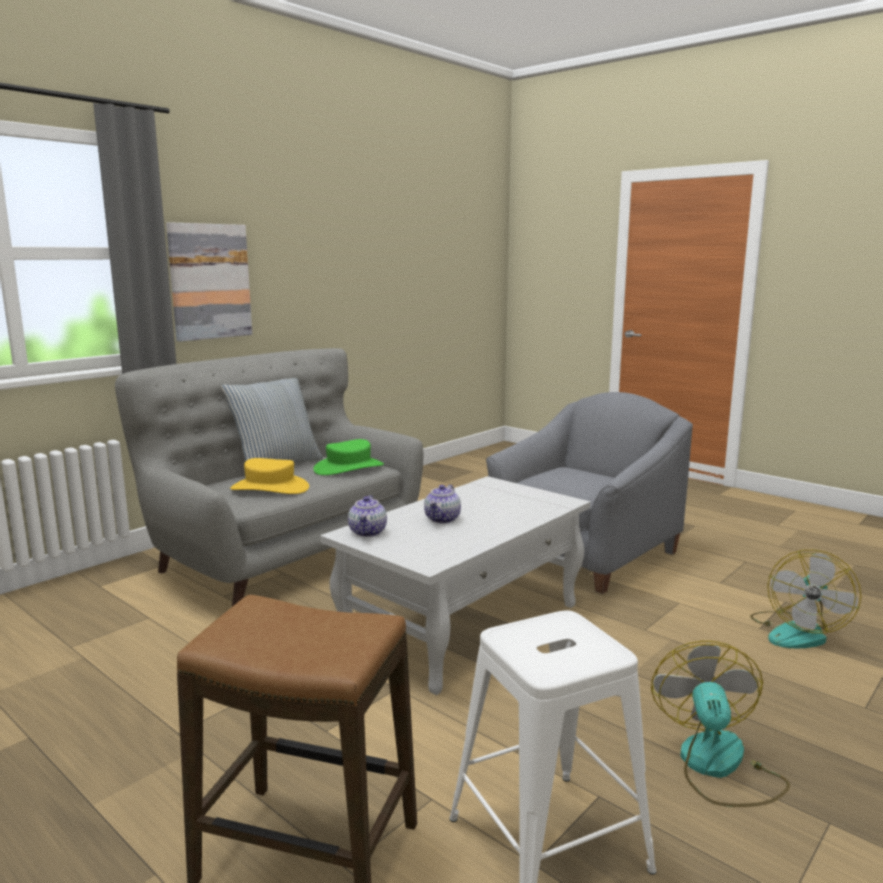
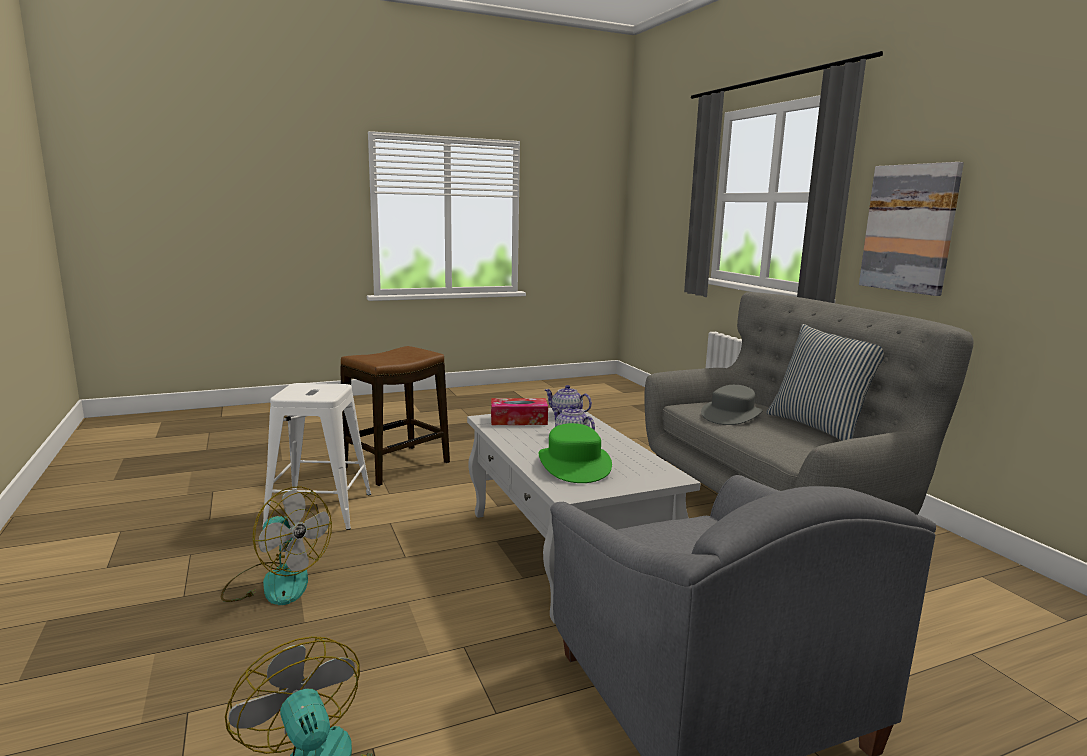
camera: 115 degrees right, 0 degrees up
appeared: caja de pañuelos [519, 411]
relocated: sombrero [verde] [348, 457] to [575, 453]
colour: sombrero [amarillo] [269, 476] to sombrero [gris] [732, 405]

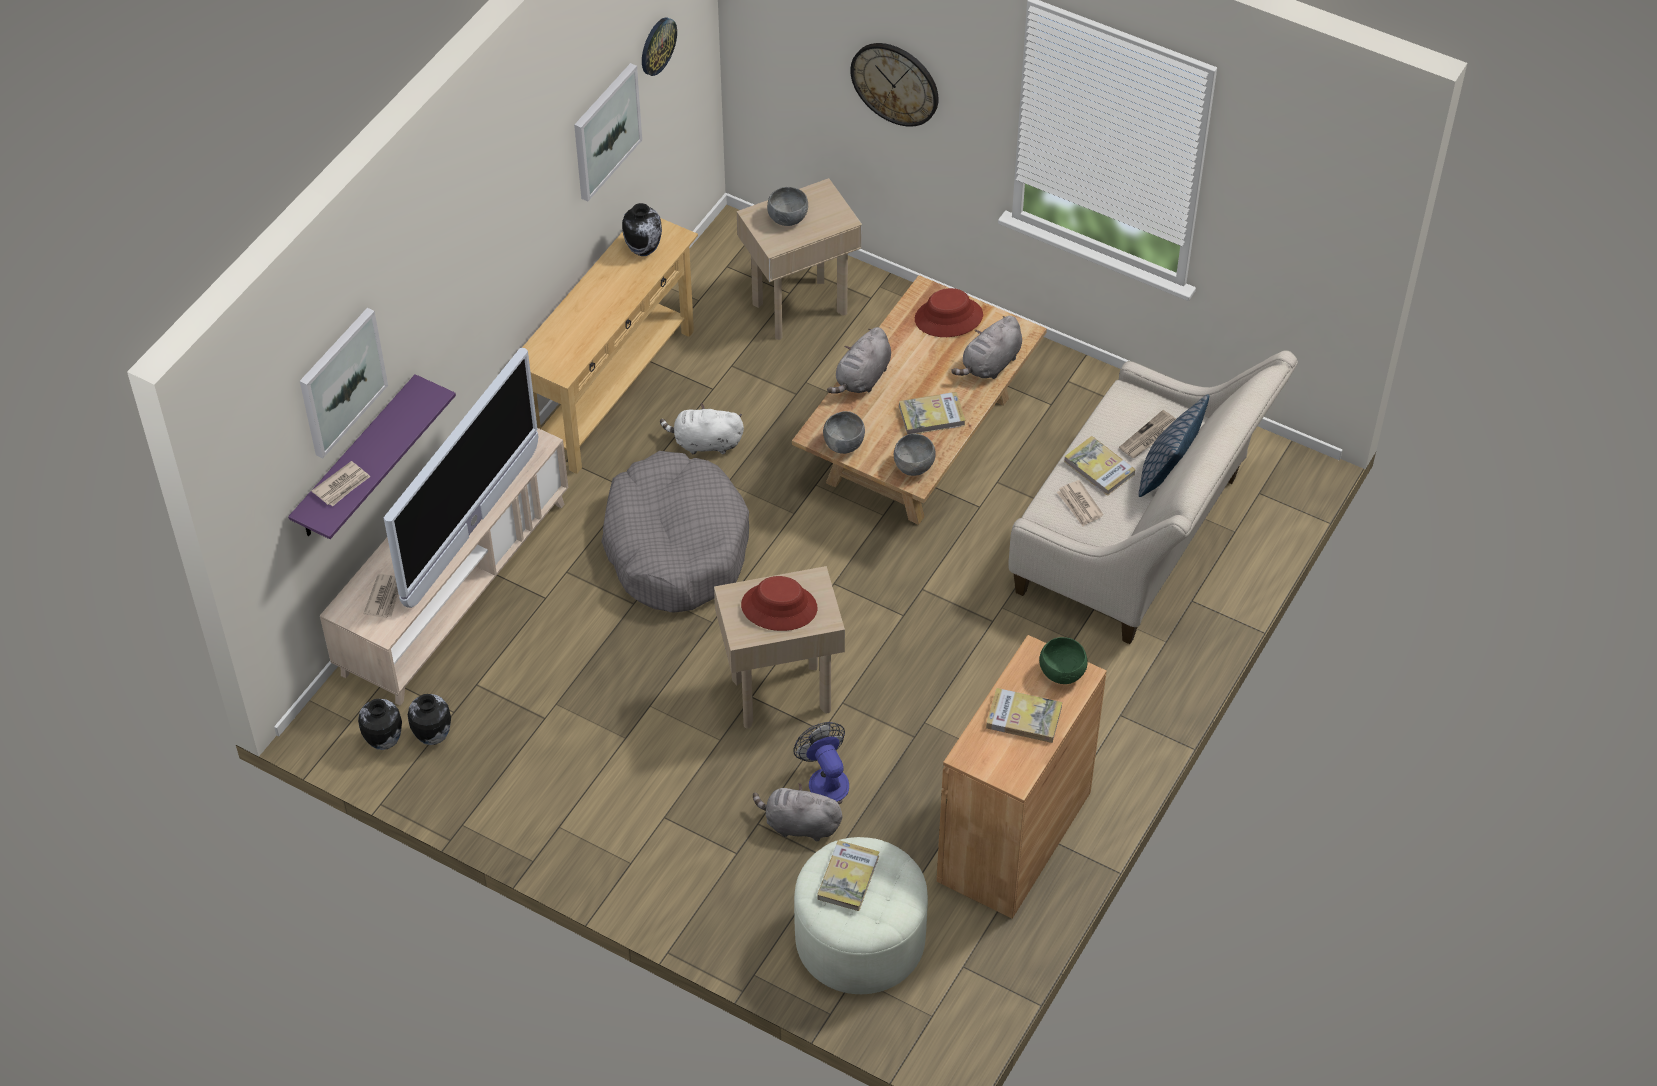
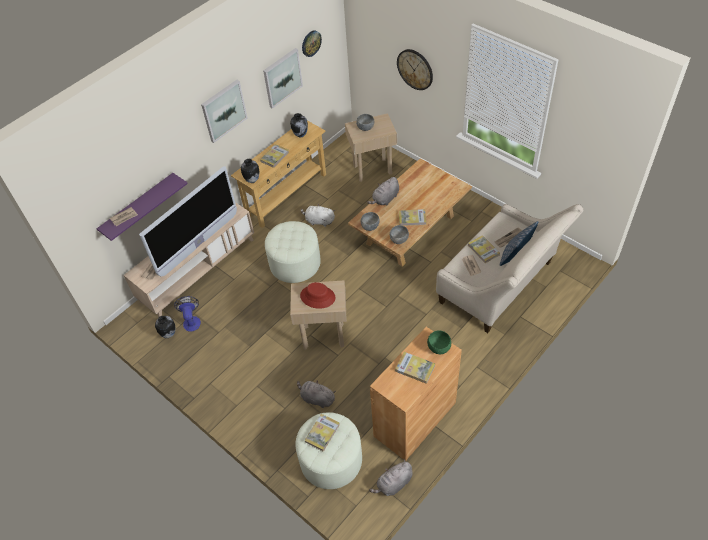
camera: 15 degrees right, 0 degrees up
missing: sombrero [rojo] [949, 312]
appeared: libro [274, 156]
relocated: cuadro [344, 383] to [224, 111]; florero [380, 724] to [250, 171]; ventilador [821, 762] to [187, 314]; peluche [gris] [986, 347] to [391, 477]
exchanged: cama para perro [gris] [675, 532] to puf [blanco] [293, 252]

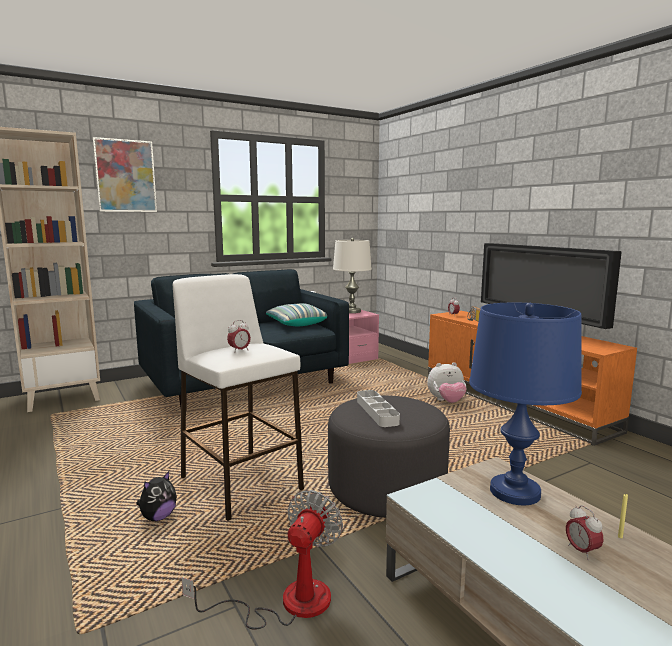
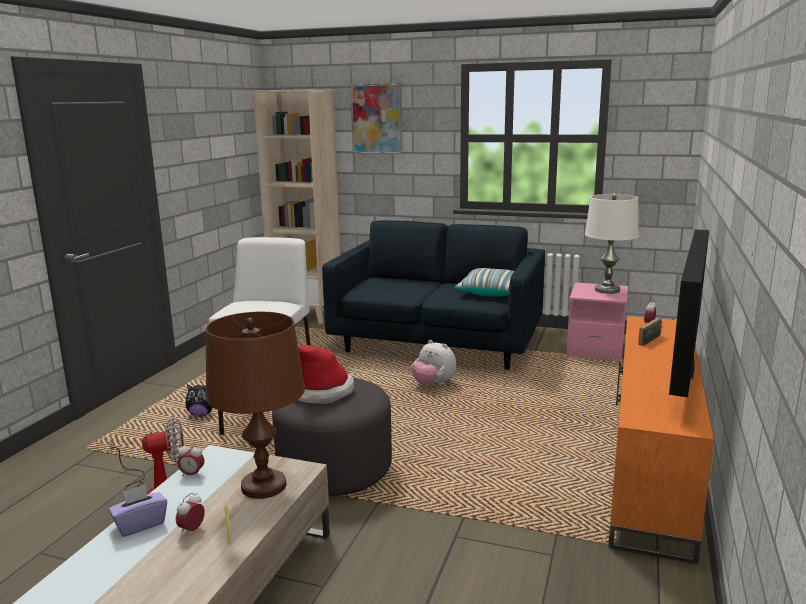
camera: 50 degrees right, 5 degrees up
appeared: caja de pañuelos [morado] [137, 510]
relocated: despertador [239, 336] to [191, 460]; peluche [447, 382] to [433, 362]
exchanged: bandeja [gris] [378, 408] to sombrero [326, 374]
colour: lámpara de mesa [azul] [525, 404] to lámpara de mesa [marrón] [255, 405]

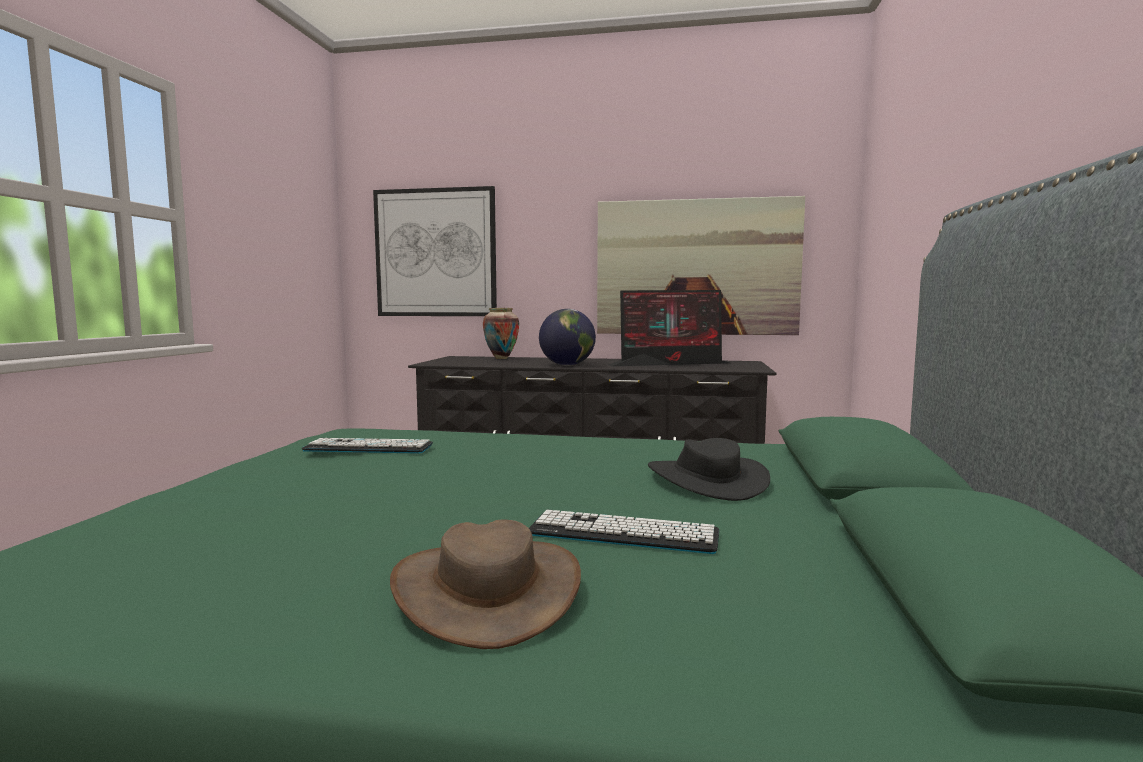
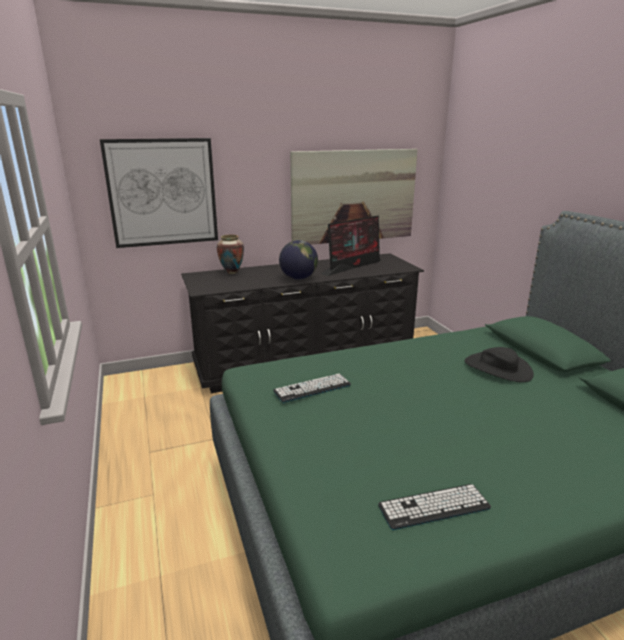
camera: 30 degrees left, 15 degrees up
missing: sombrero [marrón] [485, 584]
relocated: teclado [624, 531] to [434, 507]

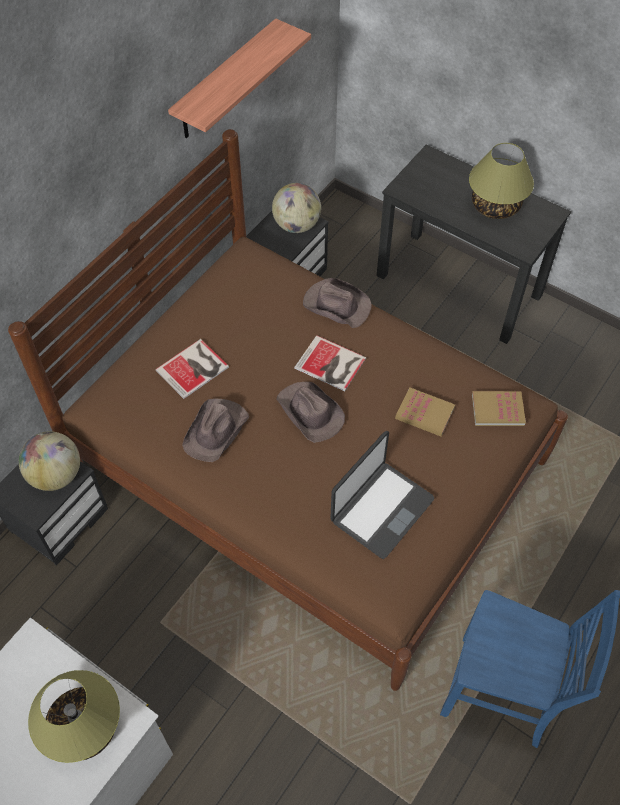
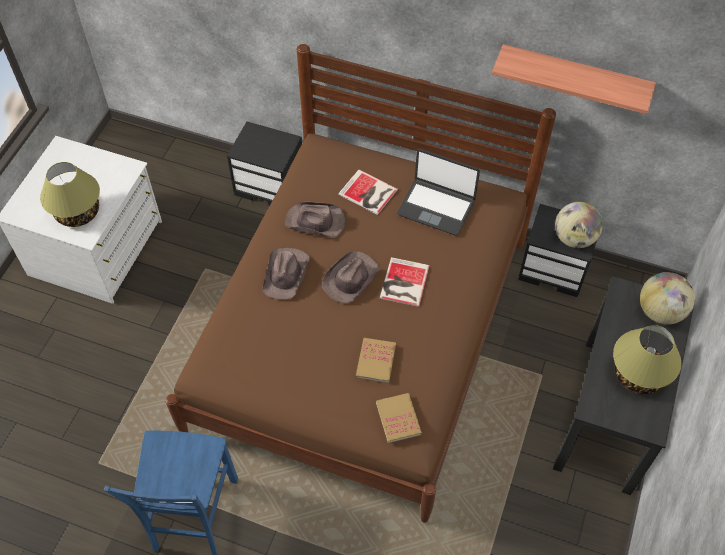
camera: 75 degrees right, 0 degrees up
relocated: globo terráqueo [49, 461] to [667, 298]; sombrero [marrón] [337, 303] to [286, 273]; portátil [382, 495] to [438, 192]

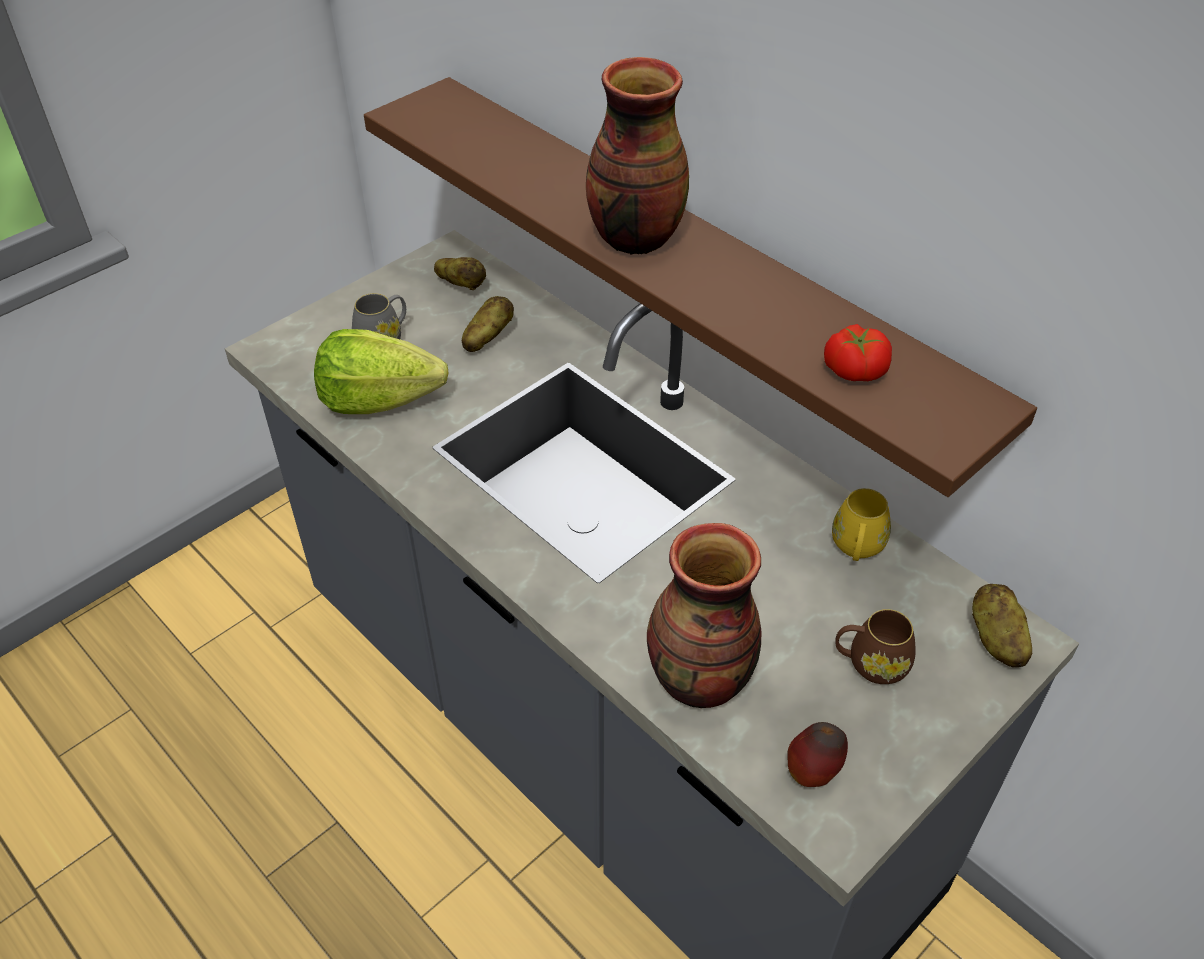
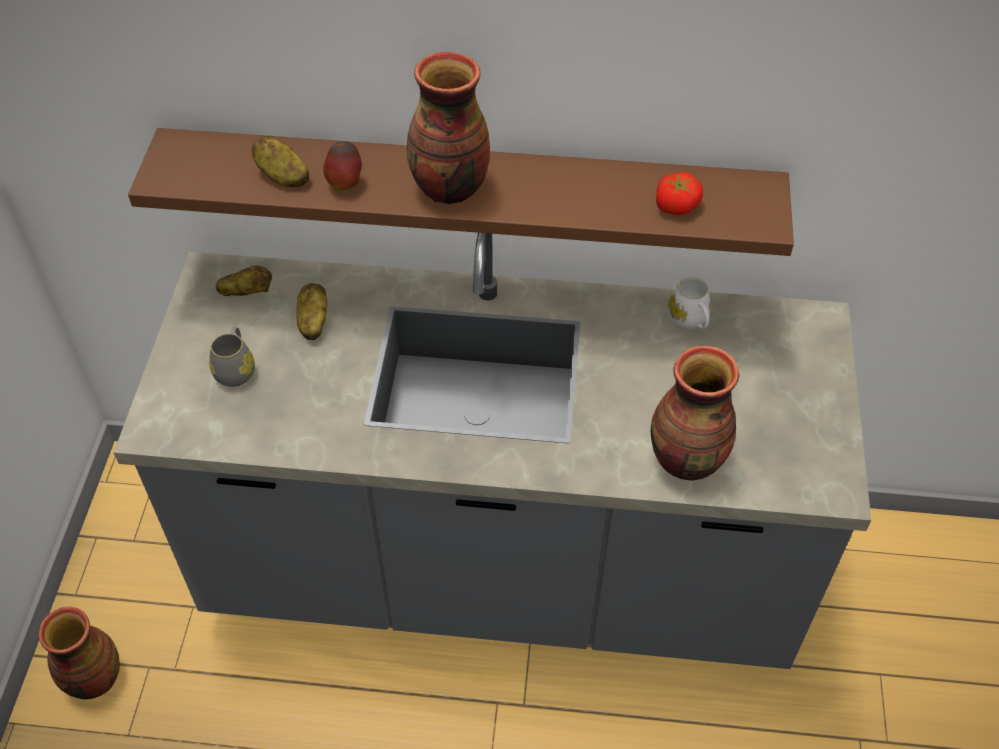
camera: 40 degrees left, 5 degrees up
missing: lechuga [381, 371]; taza grande [marrón] [875, 646]
appeared: florero [79, 653]
relocated: manzana [817, 754] to [342, 166]; patata [1002, 625] to [280, 161]
colour: taza grande [amarillo] [861, 524] to taza grande [blanco] [689, 303]

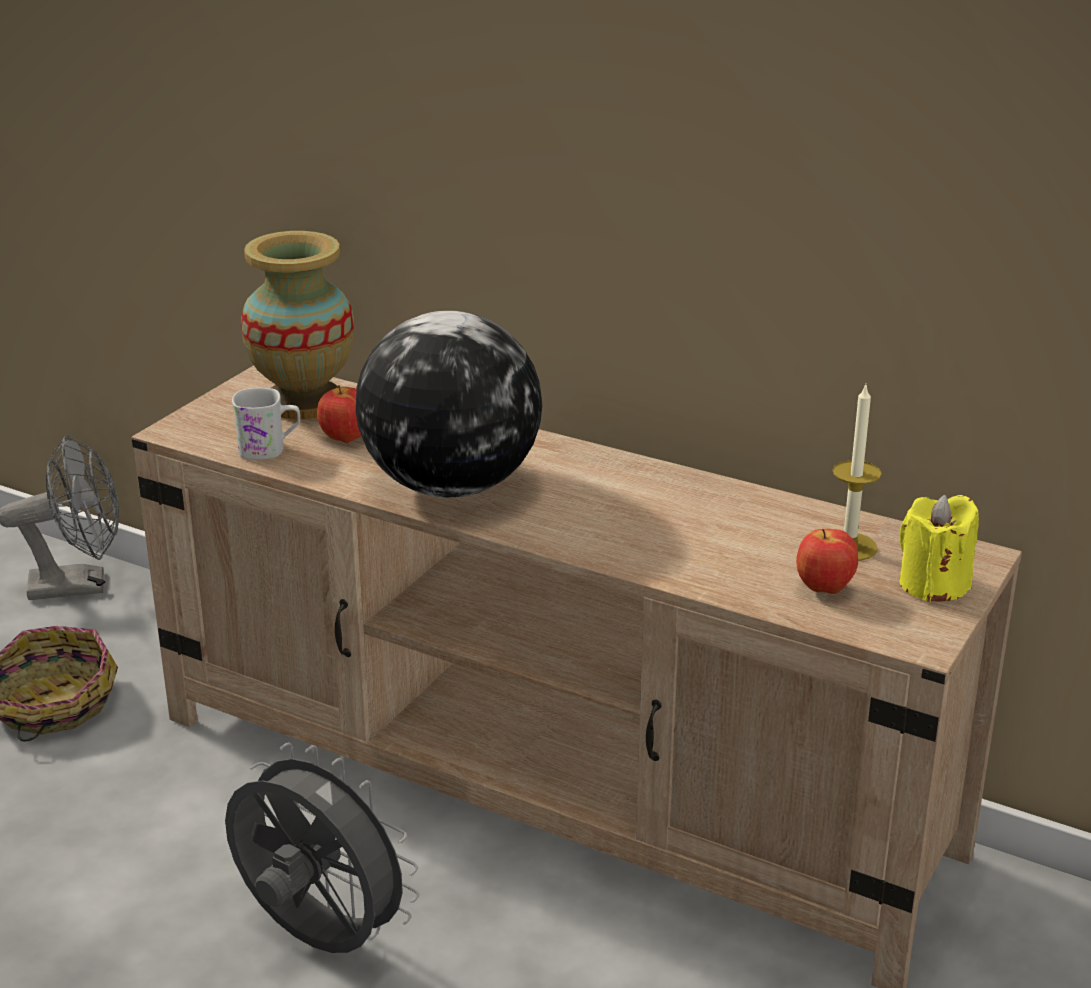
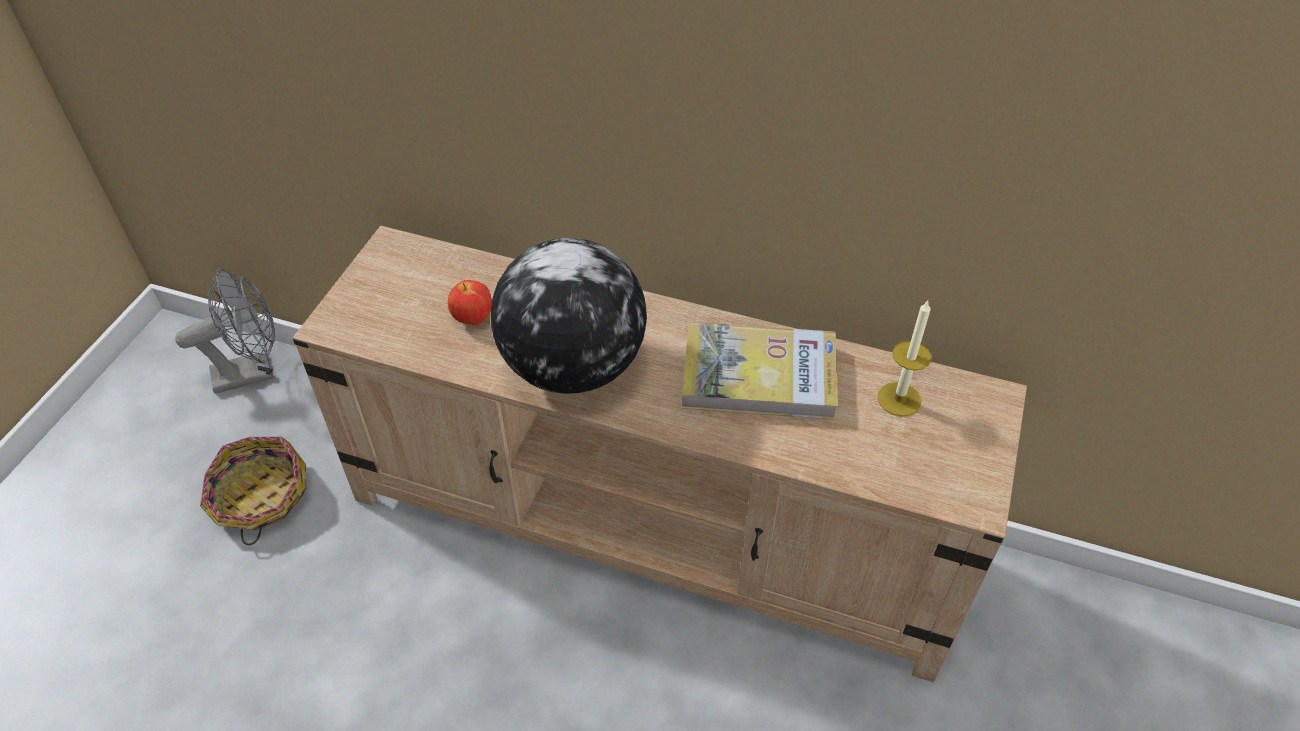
camera: 10 degrees left, 20 degrees up
missing: ventilador [gris] [322, 847]; taza grande [blanco] [266, 424]; florero [297, 325]; manzana [827, 561]; vela [amarillo] [939, 548]
appeared: libro [760, 371]

